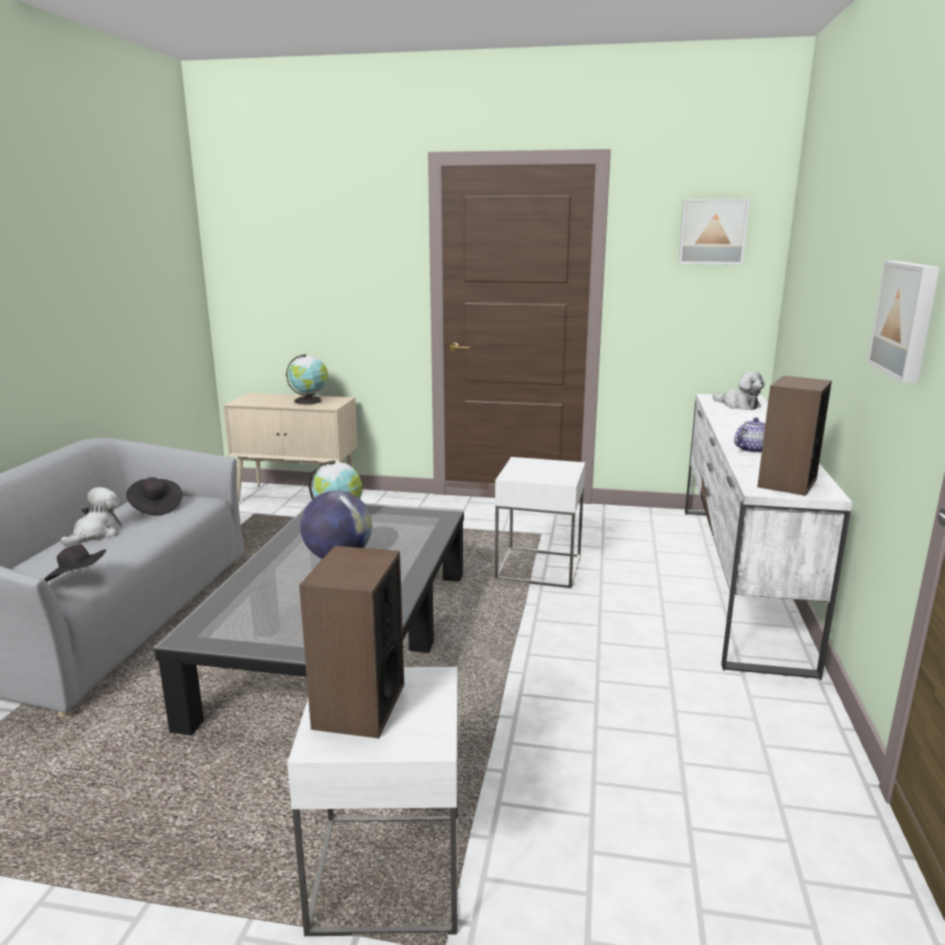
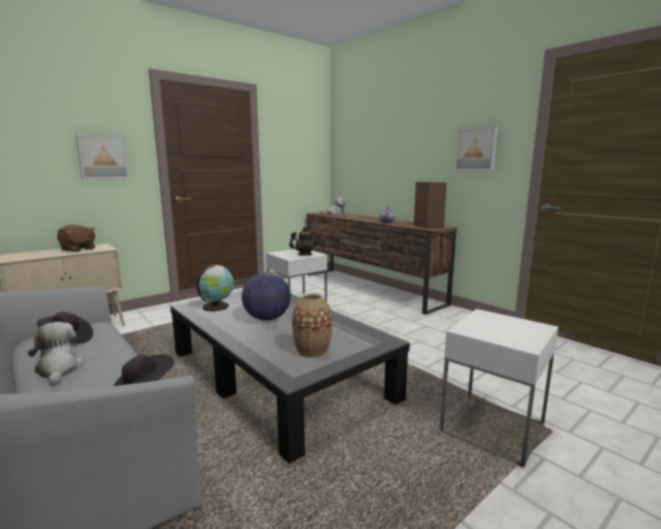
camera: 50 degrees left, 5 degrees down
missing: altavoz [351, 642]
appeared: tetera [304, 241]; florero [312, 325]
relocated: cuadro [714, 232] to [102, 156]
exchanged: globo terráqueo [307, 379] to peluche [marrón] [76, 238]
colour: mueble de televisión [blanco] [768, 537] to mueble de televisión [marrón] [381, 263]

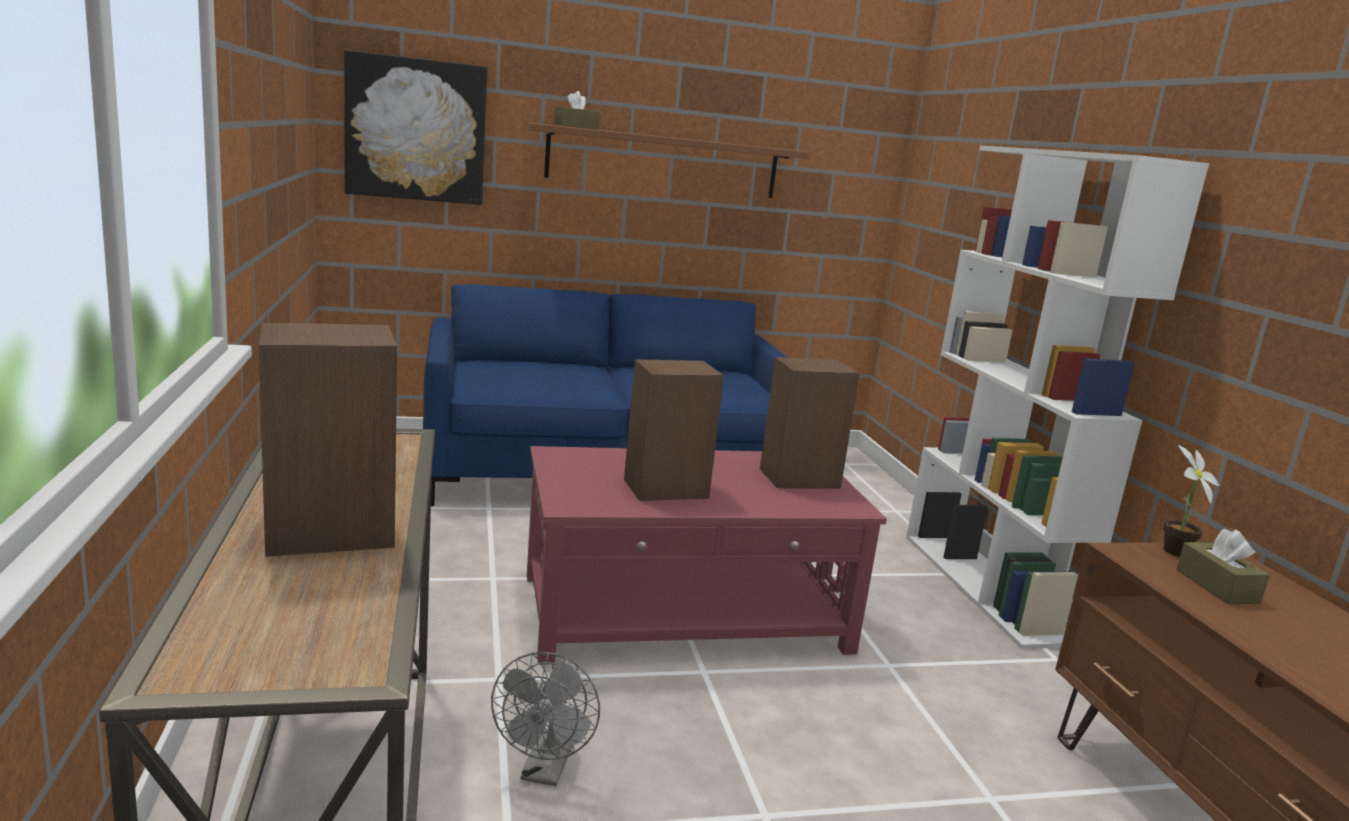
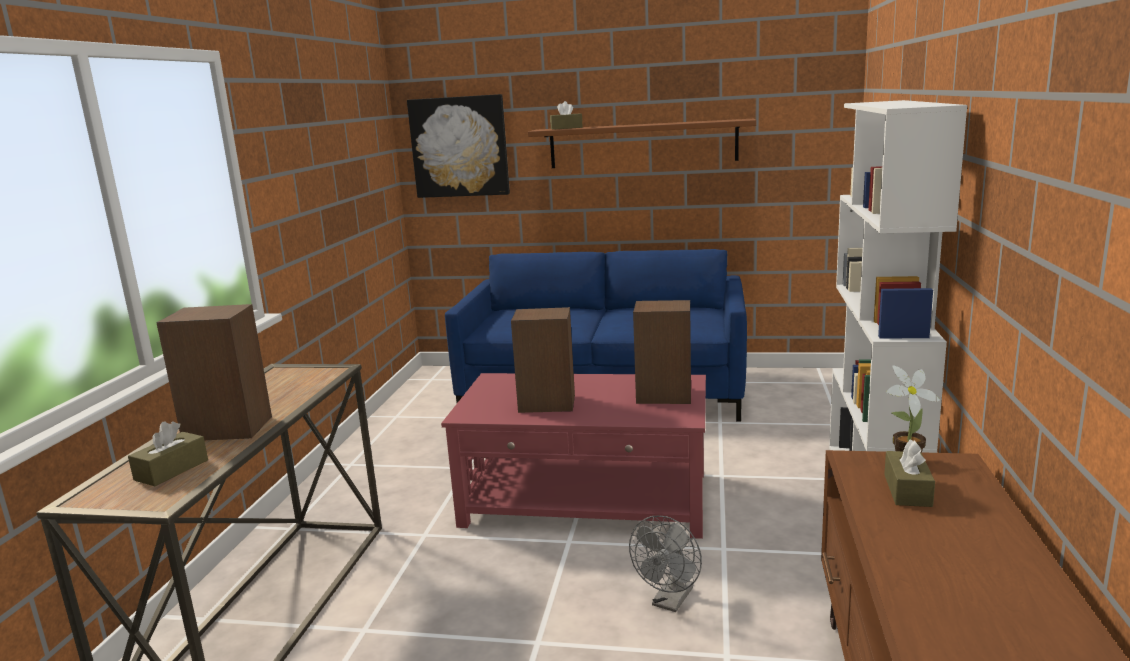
camera: 25 degrees right, 0 degrees up
appeared: caja de pañuelos [marrón] [168, 453]
relocated: ventilador [gris] [545, 719] to [665, 564]

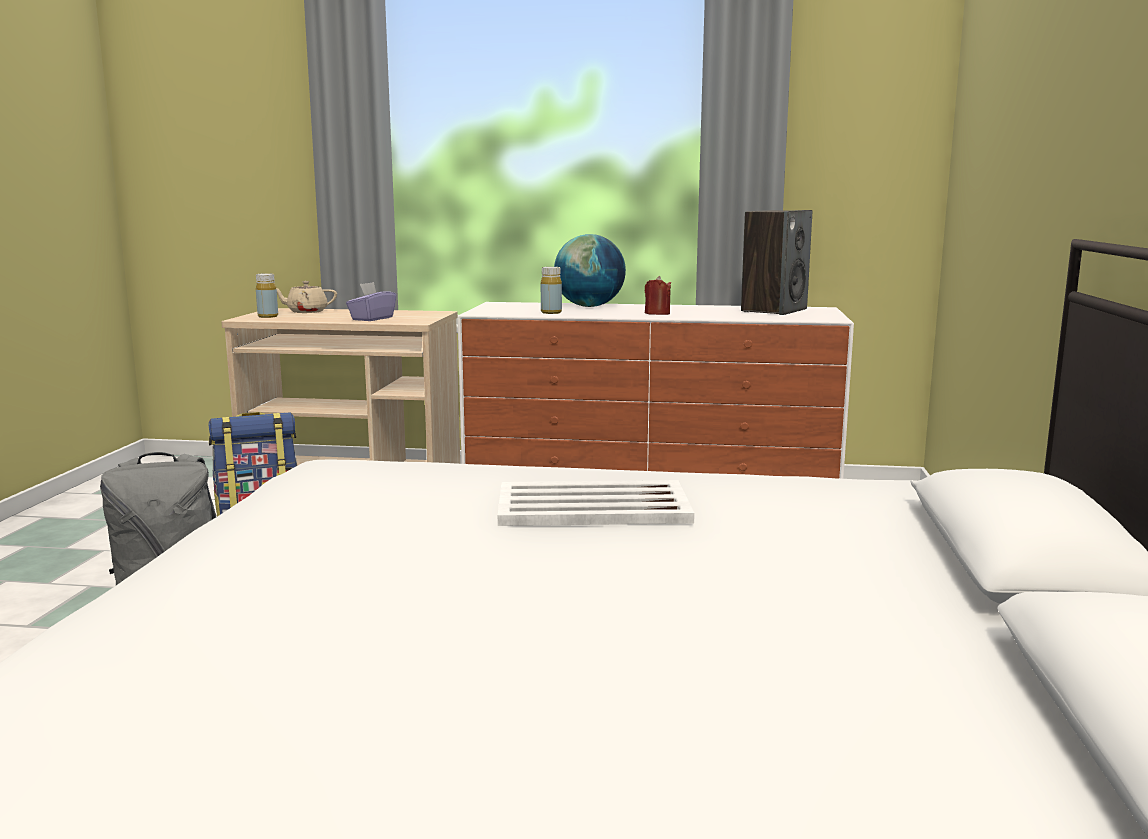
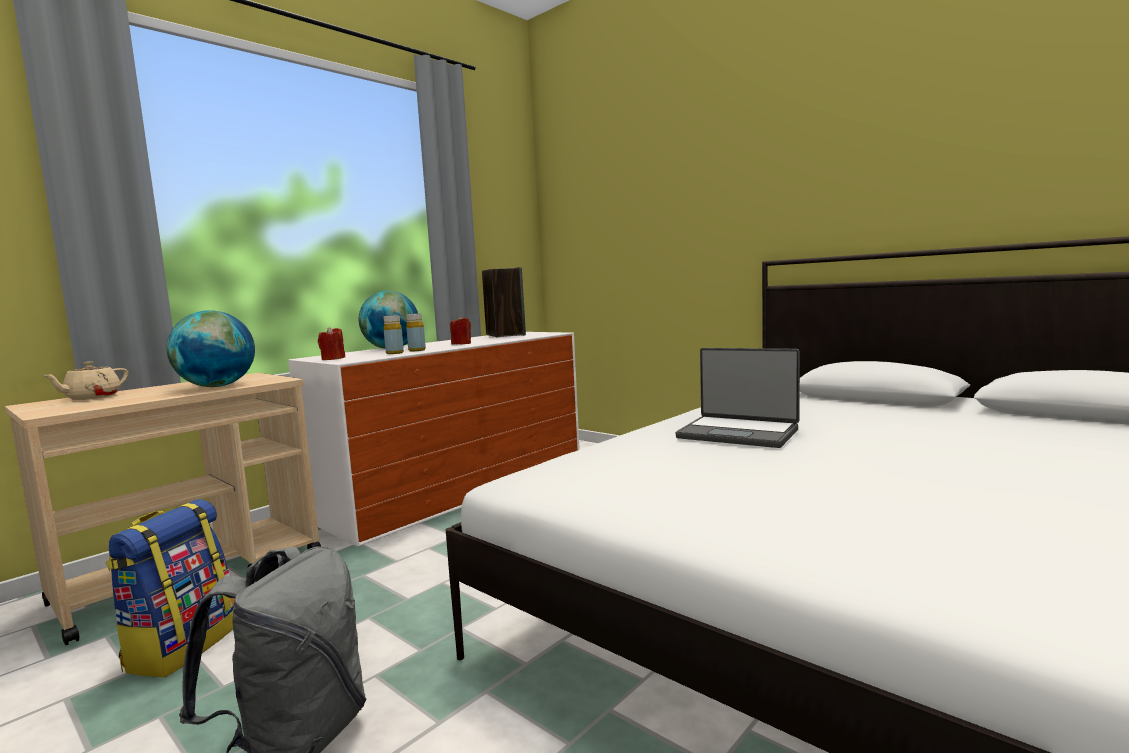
camera: 55 degrees left, 5 degrees down
appeared: vela [rojo] [331, 343]
relocated: botella [amarillo] [267, 295] to [416, 332]
exchanged: caja de pañuelos [morado] [371, 301] to globo terráqueo [211, 348]; bandeja [blanco] [596, 503] to portátil [738, 398]

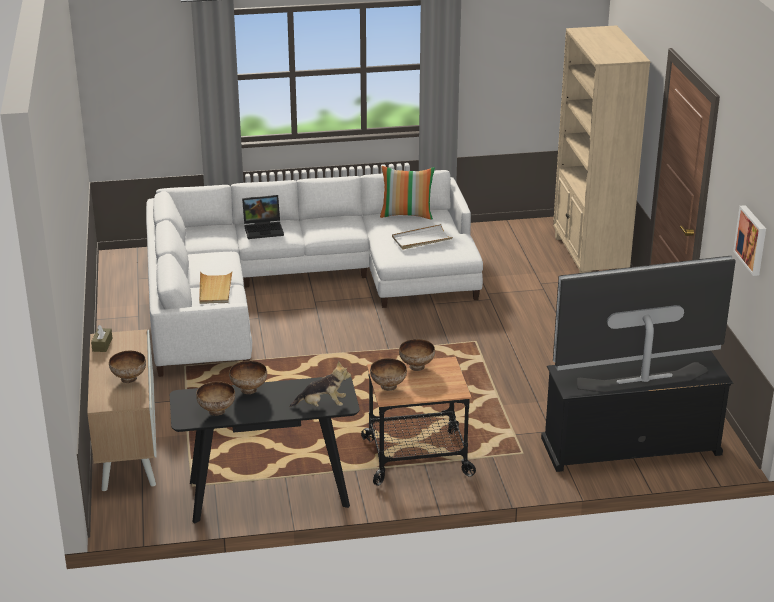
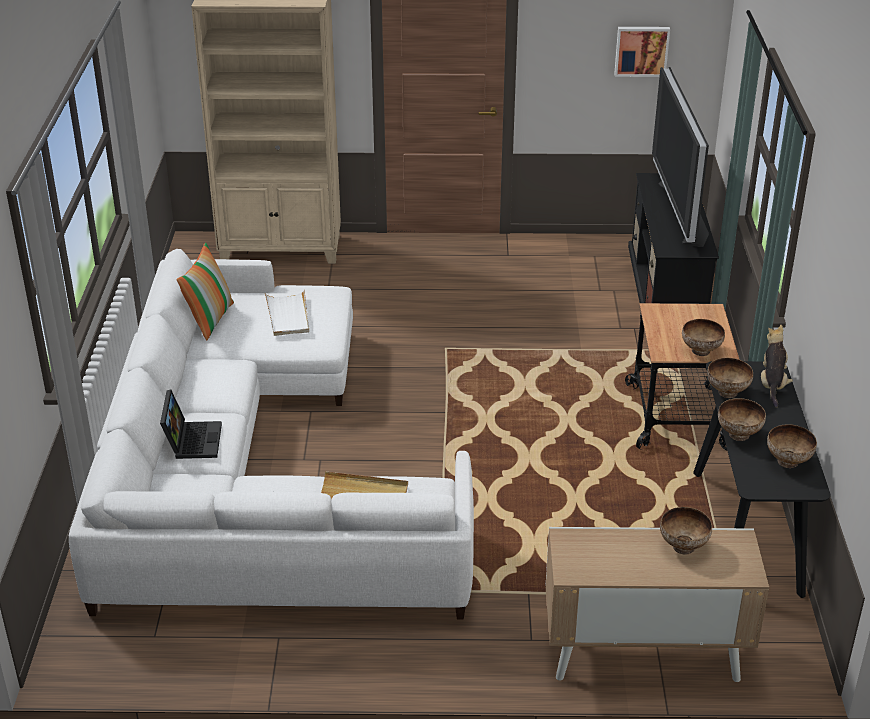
camera: 80 degrees left, 5 degrees up
missing: caja de pañuelos [marrón] [101, 338]
relocated: cuenco [417, 355] to [730, 378]

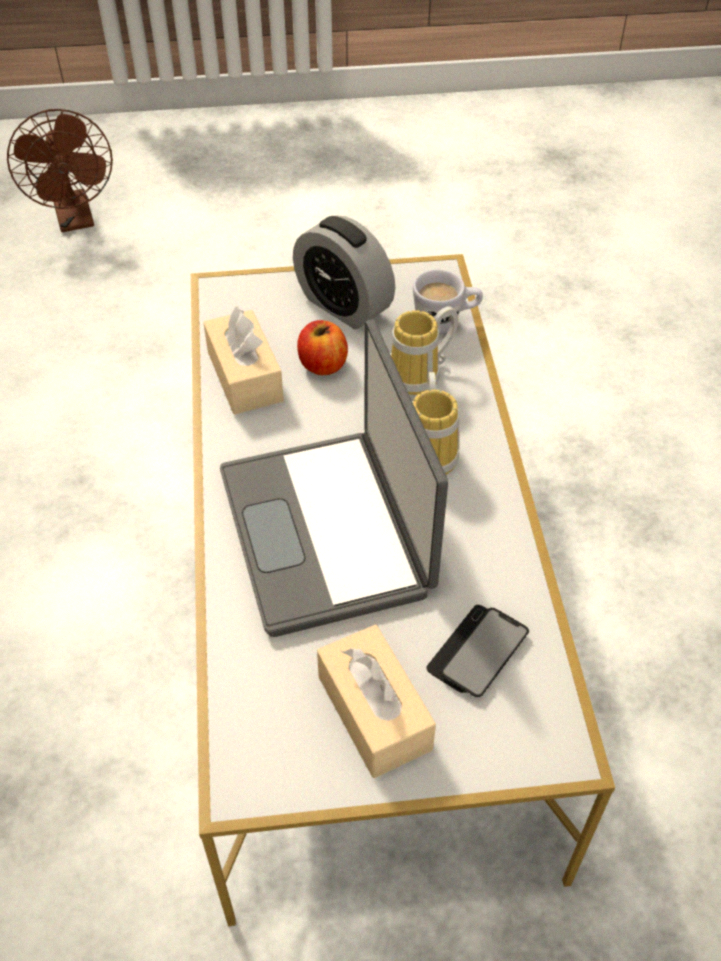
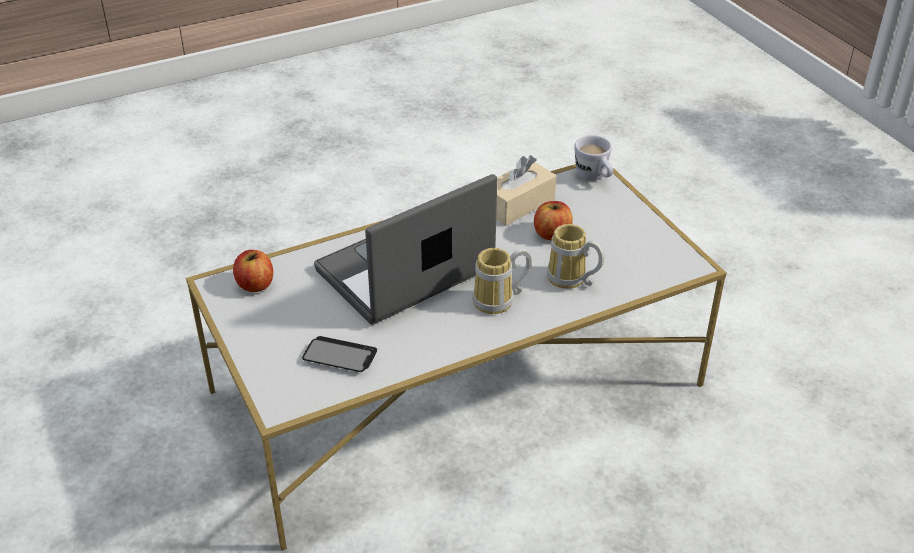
camera: 70 degrees right, 10 degrees down
missing: ventilador [marrón] [60, 170]; despertador [344, 272]; caja de pañuelos [beis] [376, 701]
appeared: manzana [253, 271]
relocated: taza grande [blanco] [448, 301] to [593, 158]

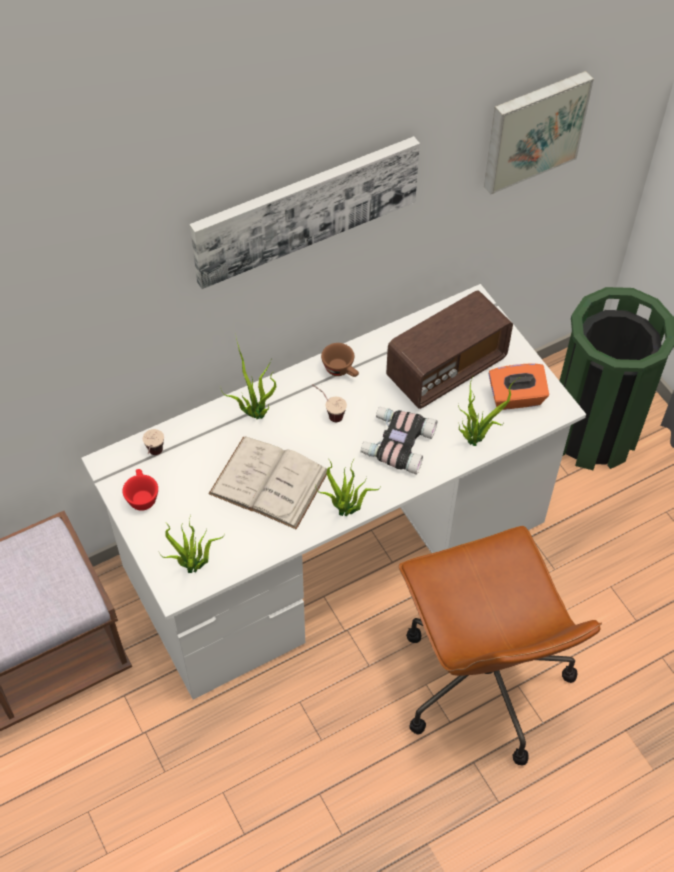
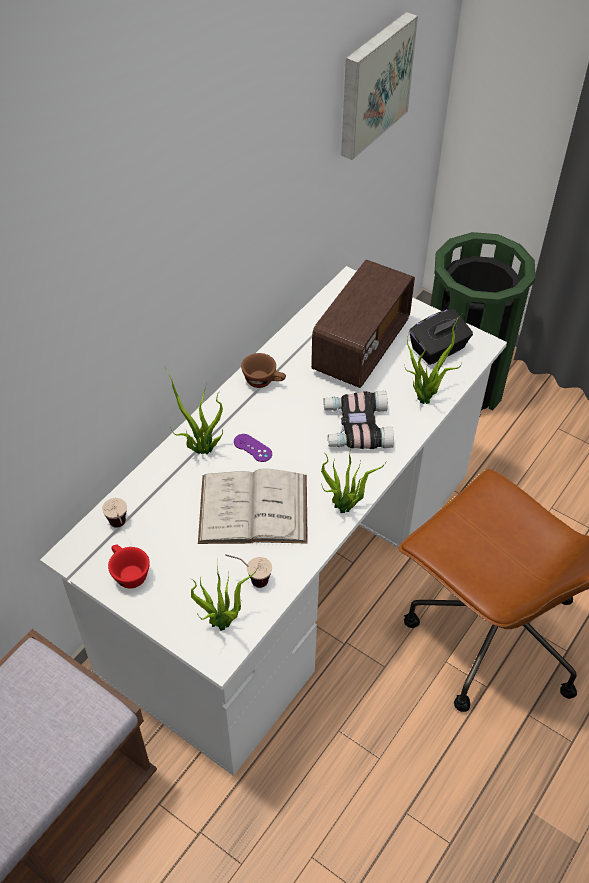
camera: 25 degrees left, 5 degrees down
missing: cuadro [305, 212]
appeared: mando de consola [morado] [253, 448]
relocated: taza [330, 403] to [248, 571]
colour: caja de pañuelos [naranja] [518, 386] to caja de pañuelos [negro] [441, 337]

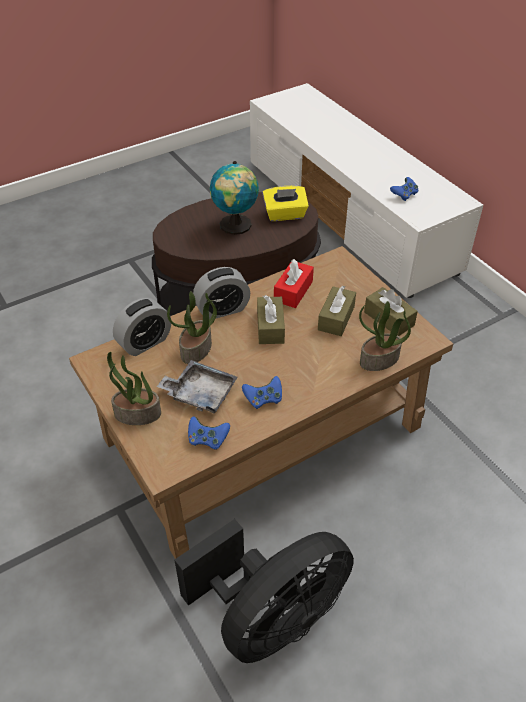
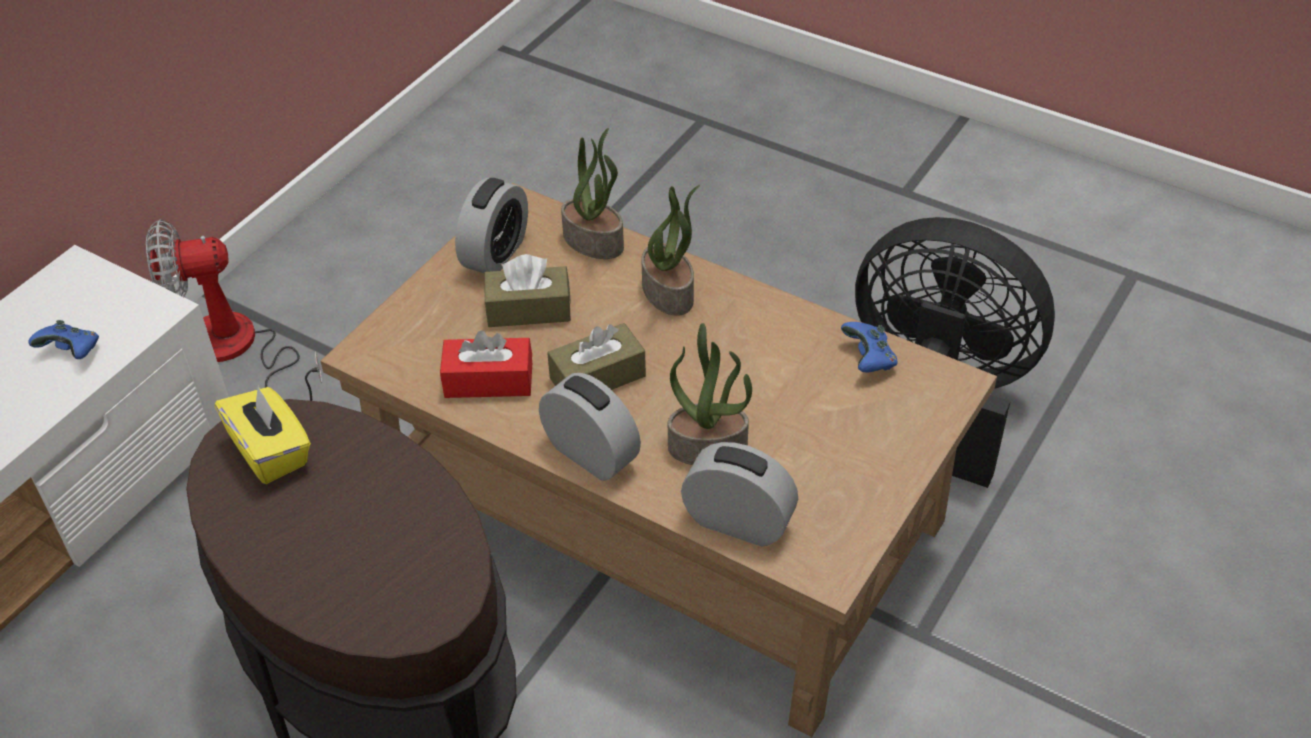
camera: 115 degrees left, 0 degrees up
missing: bandeja [gris] [197, 386]; globo terráqueo [234, 198]; mando de consola [azul] [262, 392]
appeared: ventilador [234, 310]
relocated: planta en maceta [134, 388] to [670, 250]
exchanged: caja de pañuelos [marrón] [391, 311] to despertador [491, 225]

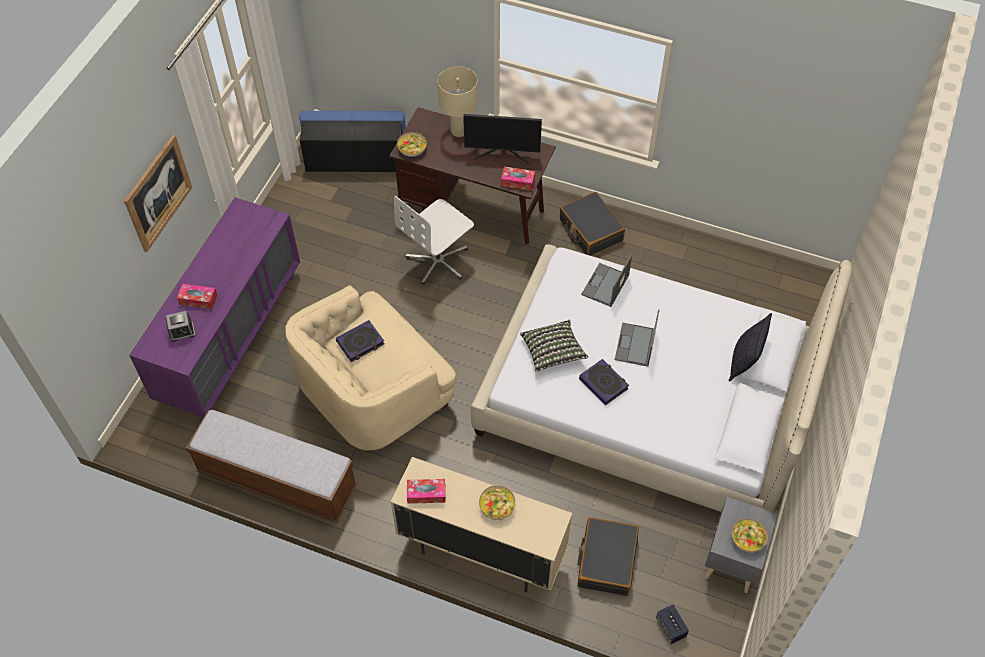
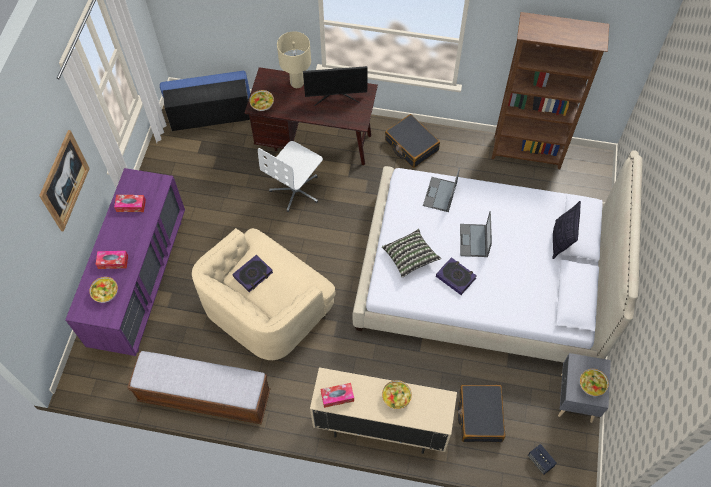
camera: 10 degrees left, 5 degrees up
appeared: estantería [marrón] [550, 90]
relocated: caja de pañuelos [518, 179] to [130, 203]
exchanged: despertador [180, 326] to cuenco [103, 290]

